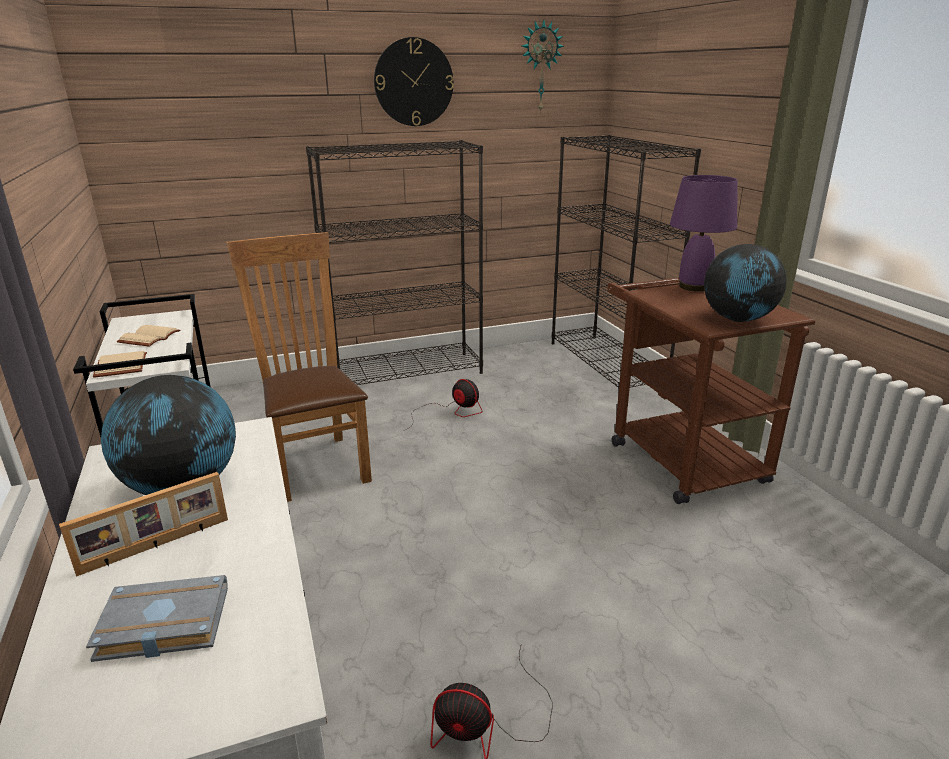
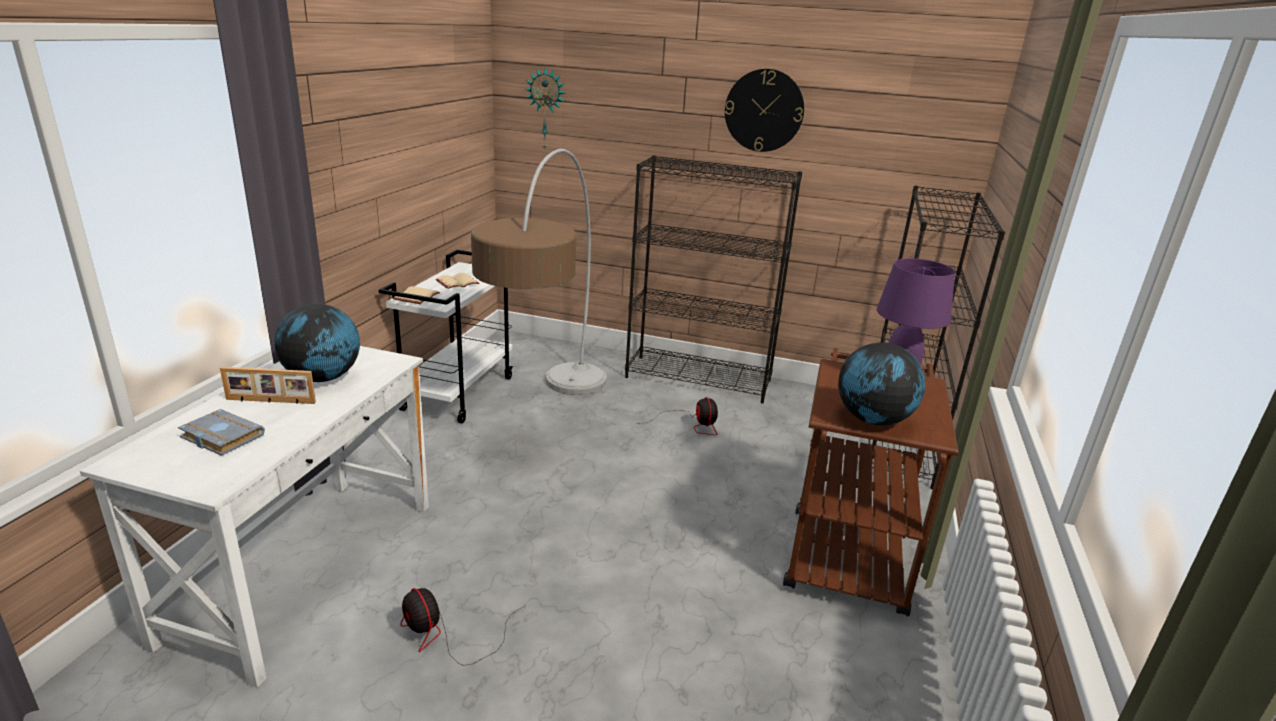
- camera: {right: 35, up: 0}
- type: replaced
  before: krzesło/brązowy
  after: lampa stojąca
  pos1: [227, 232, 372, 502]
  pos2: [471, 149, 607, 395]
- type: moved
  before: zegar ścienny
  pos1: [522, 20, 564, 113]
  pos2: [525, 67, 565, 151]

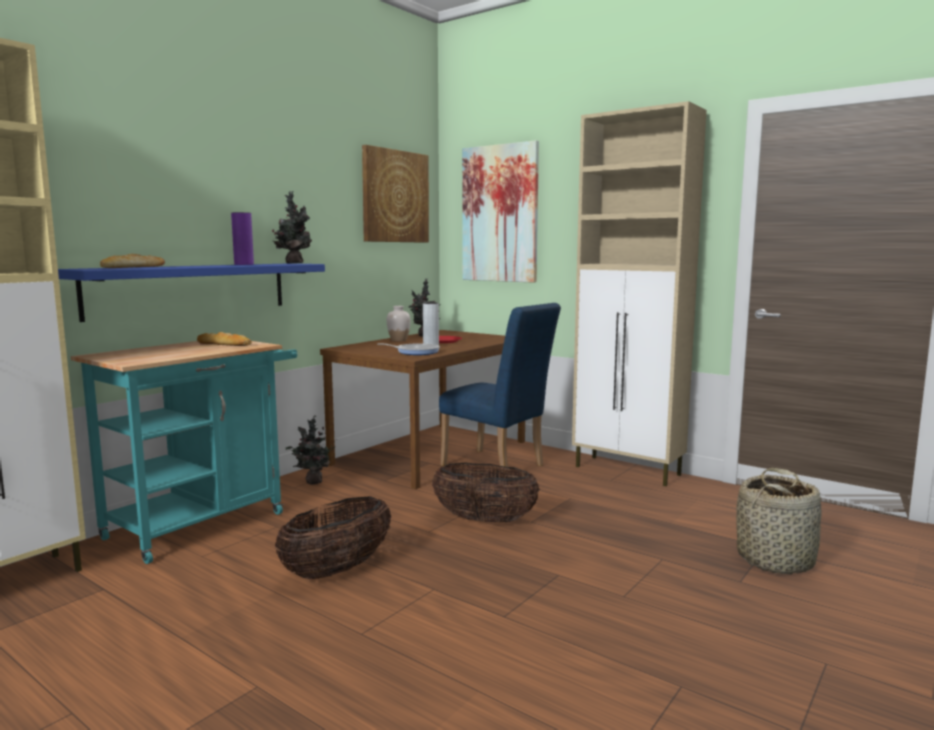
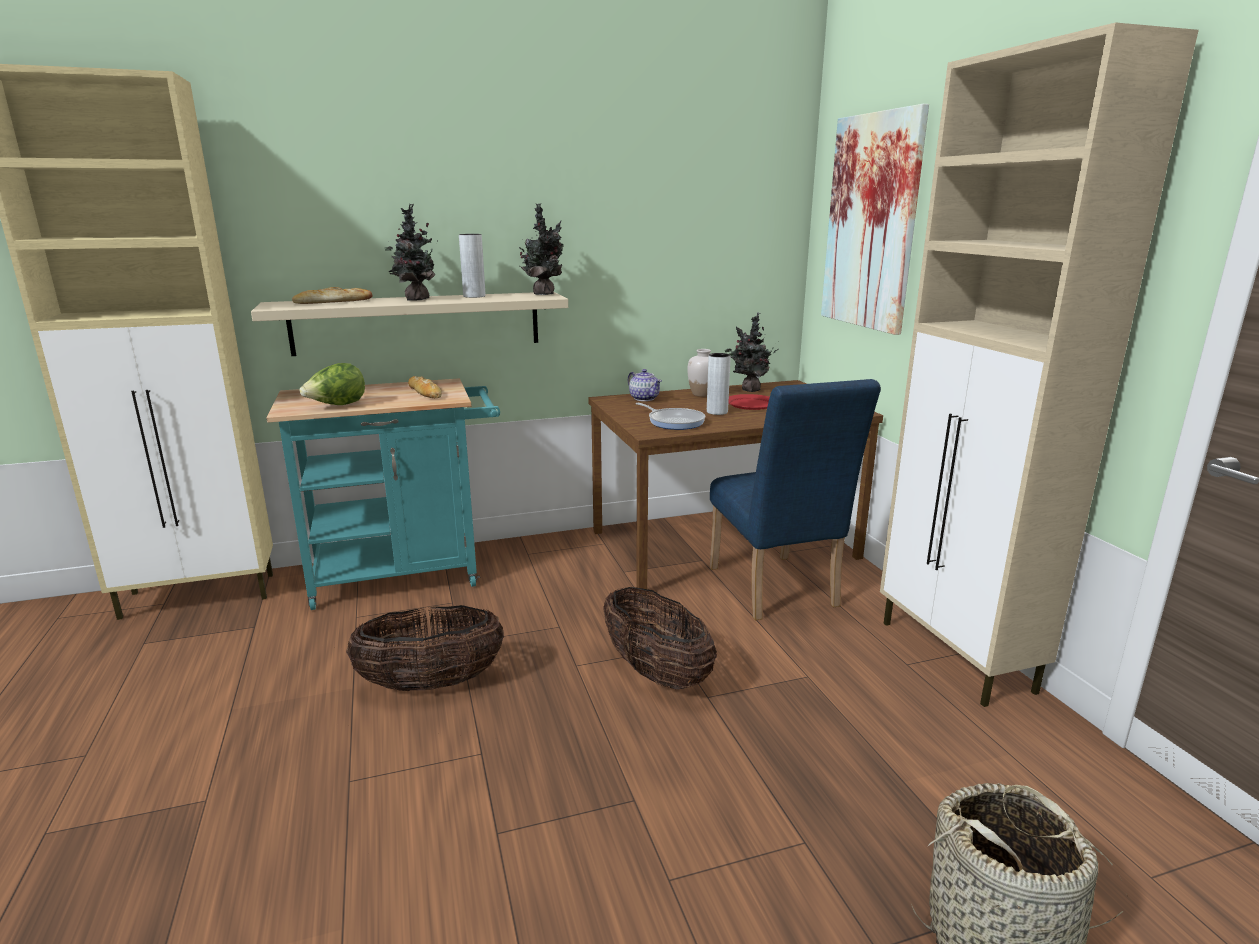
- camera: {right: 35, up: 10}
- type: recoloured
  before: półka/niebieski
  after: półka/beżowy
  pos1: [58, 263, 325, 322]
  pos2: [251, 292, 568, 356]
- type: recoloured
  before: wazon/fioletowy
  after: wazon/szary
  pos1: [231, 212, 254, 265]
  pos2: [459, 234, 485, 298]
- type: moved
  before: roślina doniczkowa
  pos1: [286, 415, 337, 484]
  pos2: [385, 204, 437, 301]
- type: removed
  before: obraz
  pos1: [362, 145, 429, 243]
- type: added
  after: sałata
  pos2: [300, 363, 365, 405]
- type: added
  after: imbryk
  pos2: [628, 369, 662, 401]

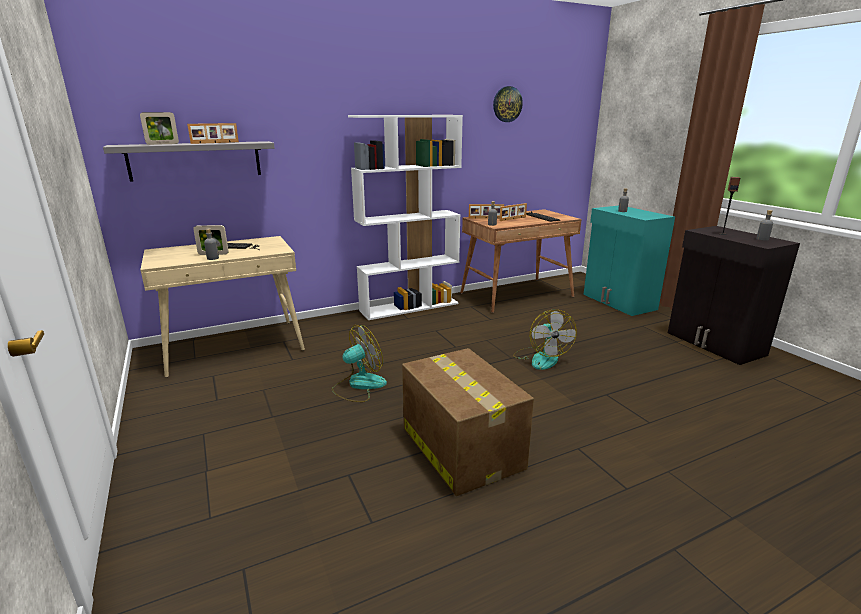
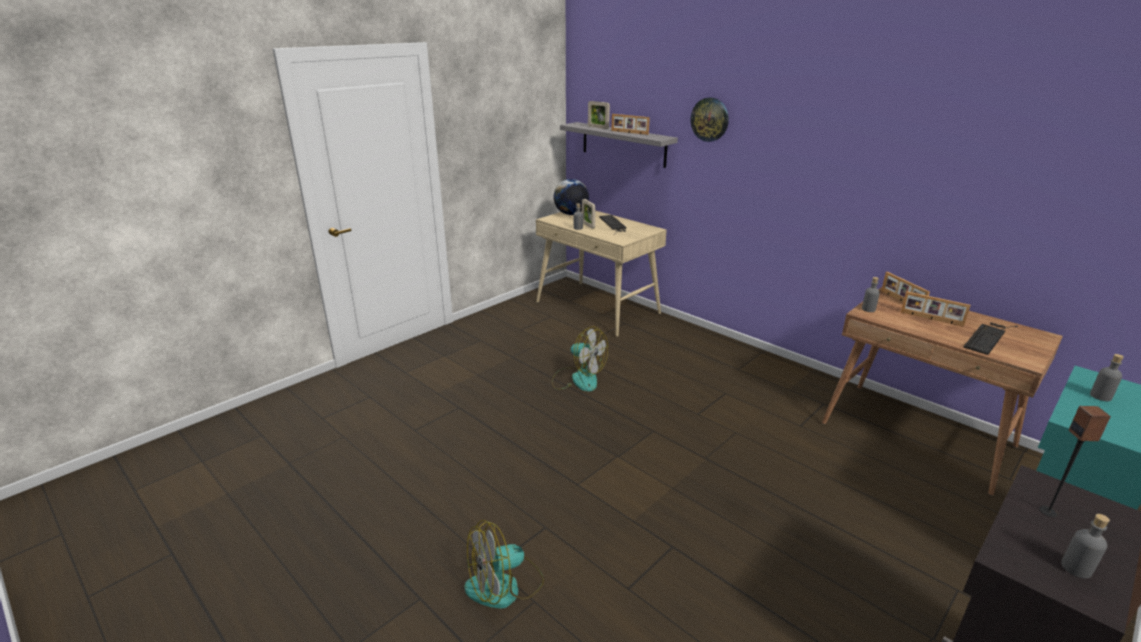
- camera: {right: 70, up: 5}
- type: removed
  before: regał/biały
  pos1: [348, 115, 463, 320]
- type: removed
  before: karton
  pos1: [402, 348, 534, 496]
- type: moved
  before: zegar ścienny
  pos1: [493, 86, 523, 122]
  pos2: [691, 97, 729, 142]
- type: moved
  before: wentylator
  pos1: [513, 310, 577, 370]
  pos2: [464, 520, 544, 609]
- type: added
  after: globus
  pos2: [554, 179, 589, 215]

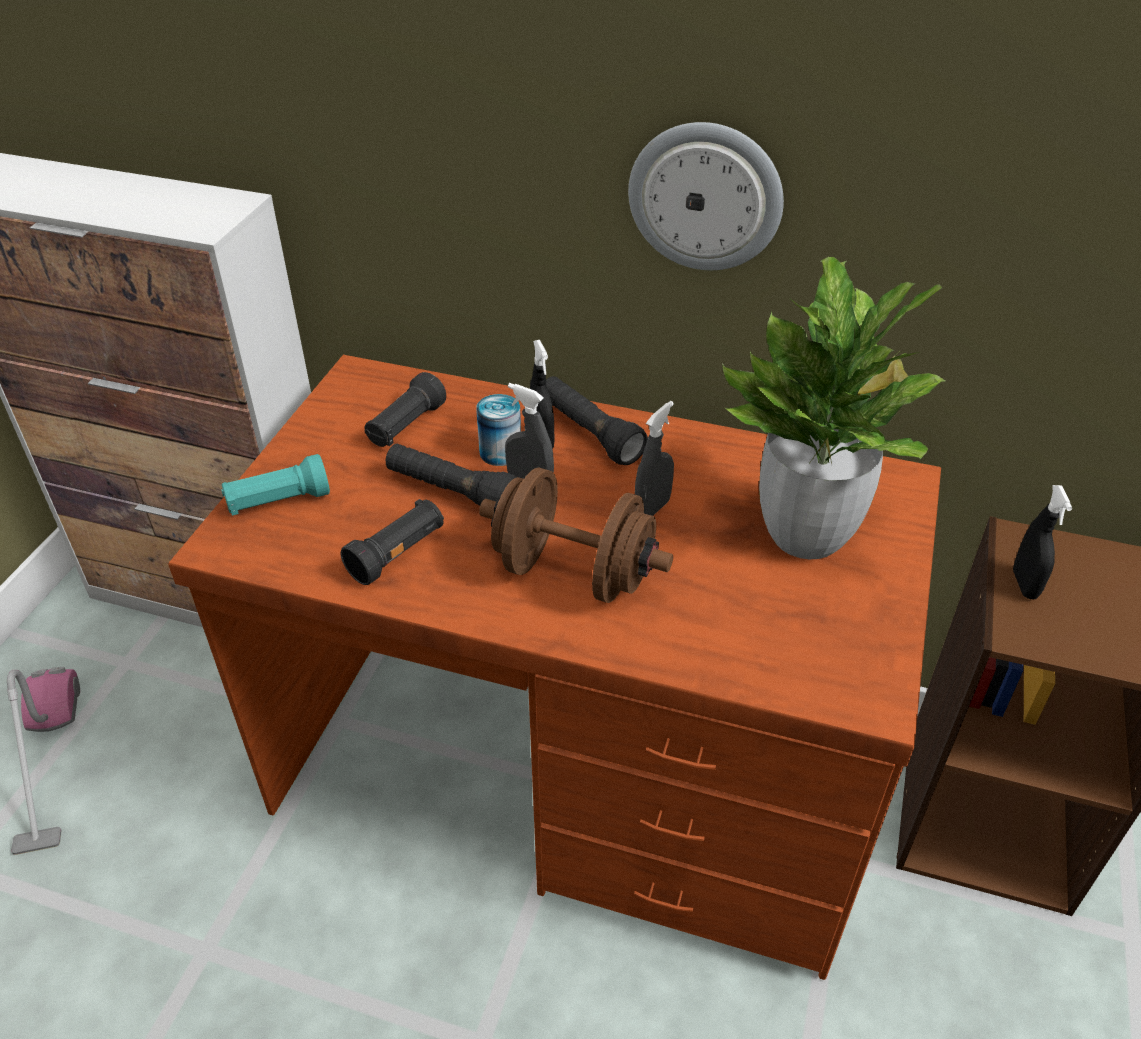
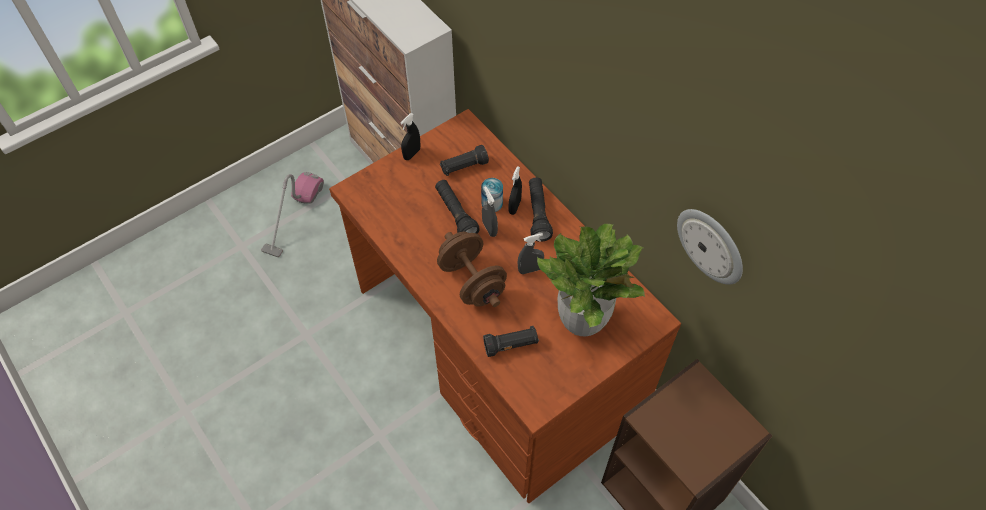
- camera: {right: 35, up: 15}
- type: removed
  before: latarka/turkusowy
  pos1: [221, 454, 330, 516]
- type: moved
  before: latarka/czarny
  pos1: [340, 499, 444, 585]
  pos2: [483, 326, 539, 357]
- type: moved
  before: zegar ścienny
  pos1: [628, 122, 784, 270]
  pos2: [677, 209, 743, 285]
- type: moved
  before: spryskiwacz/czarny
  pos1: [1013, 485, 1072, 600]
  pos2: [401, 113, 421, 160]

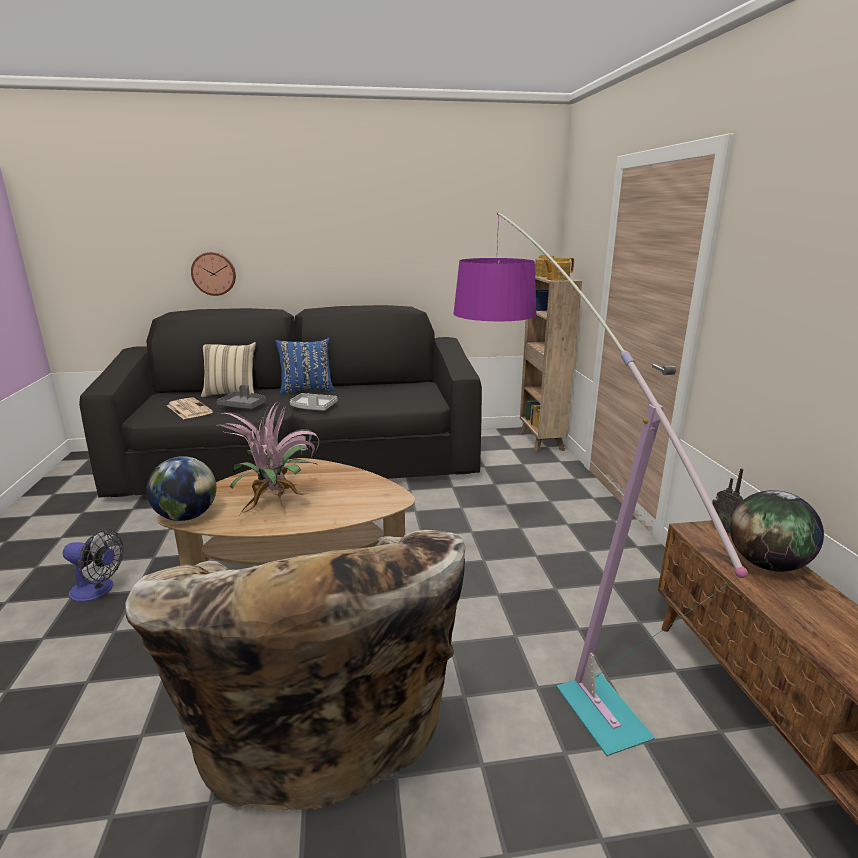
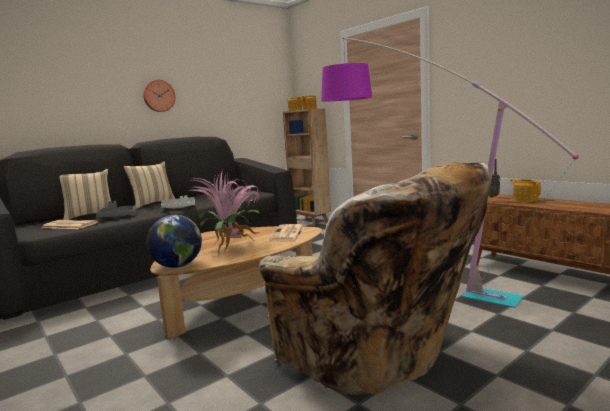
- camera: {right: -30, up: -10}
- type: removed
  before: wentylator
  pos1: [63, 529, 124, 602]
- type: moved
  before: zegar ścienny
  pos1: [191, 252, 236, 296]
  pos2: [143, 80, 175, 112]
- type: recoloured
  before: poduszka/niebieski
  after: poduszka/beżowy
  pos1: [275, 338, 335, 395]
  pos2: [123, 161, 176, 209]
- type: replaced
  before: globus
  after: imbryk
  pos1: [730, 490, 824, 572]
  pos2: [511, 179, 541, 202]
- type: added
  after: gazeta
  pos2: [269, 224, 304, 241]

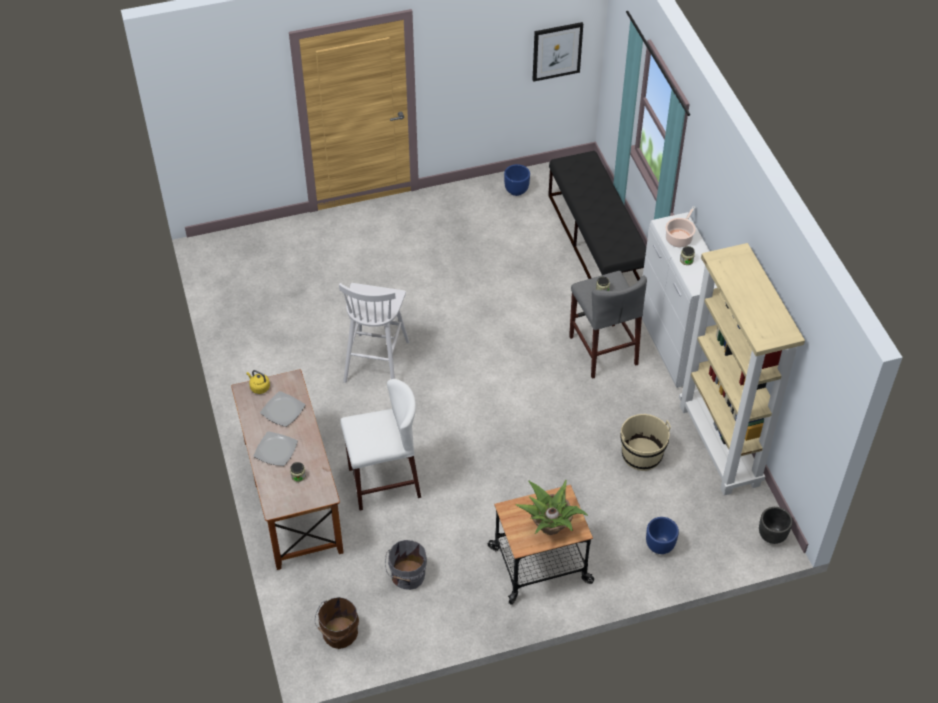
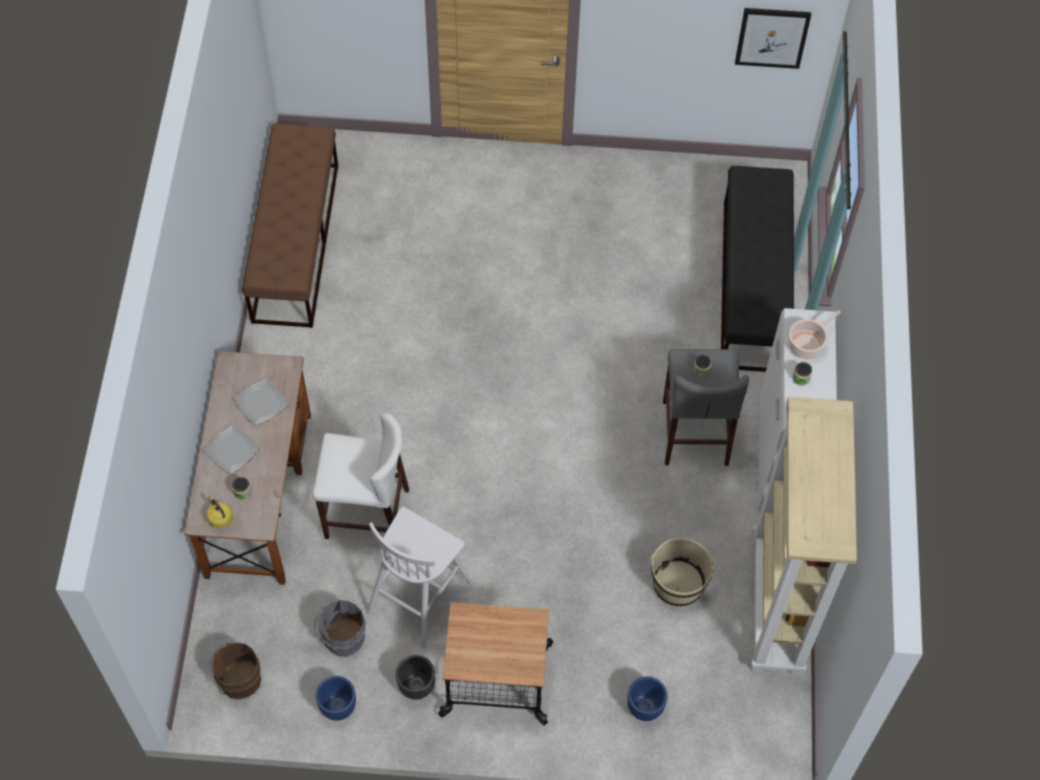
- camera: {right: 20, up: 10}
- type: moved
  before: czajnik/żółty
  pos1: [247, 370, 270, 394]
  pos2: [206, 496, 233, 528]
- type: moved
  before: stołek/biały
  pos1: [339, 283, 409, 383]
  pos2: [367, 507, 471, 648]
- type: moved
  before: donica/niebieski
  pos1: [504, 164, 530, 196]
  pos2: [316, 676, 356, 721]
- type: removed
  before: roślina doniczkowa
  pos1: [516, 480, 588, 535]
- type: moved
  before: donica/czarny
  pos1: [759, 507, 793, 544]
  pos2: [396, 655, 435, 700]
- type: added
  after: ławka/brązowy
  pos2: [242, 124, 338, 328]

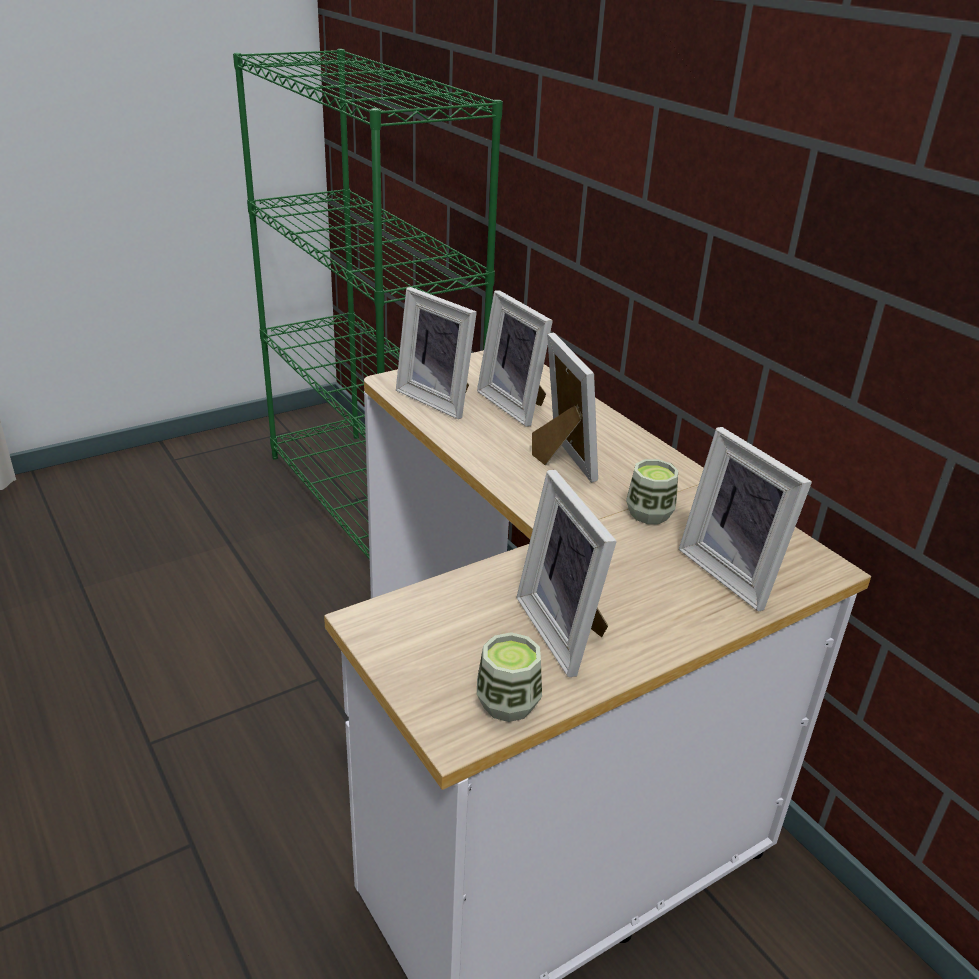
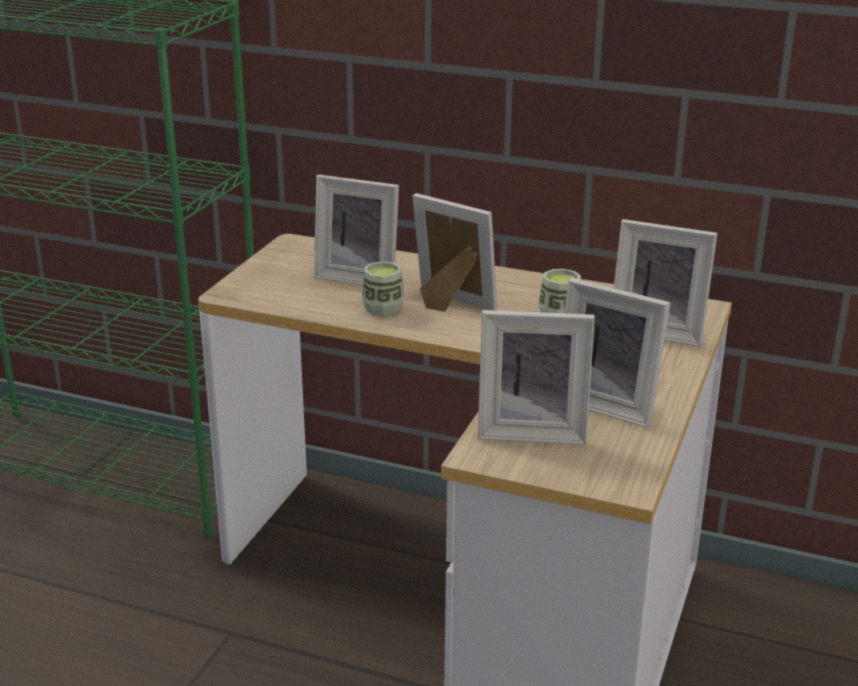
- camera: {right: -35, up: -5}
- type: moved
  before: ramka na zdjęcie
  pos1: [396, 287, 477, 419]
  pos2: [478, 310, 595, 445]
- type: moved
  before: filiżanka
  pos1: [477, 632, 542, 722]
  pos2: [362, 261, 404, 316]

